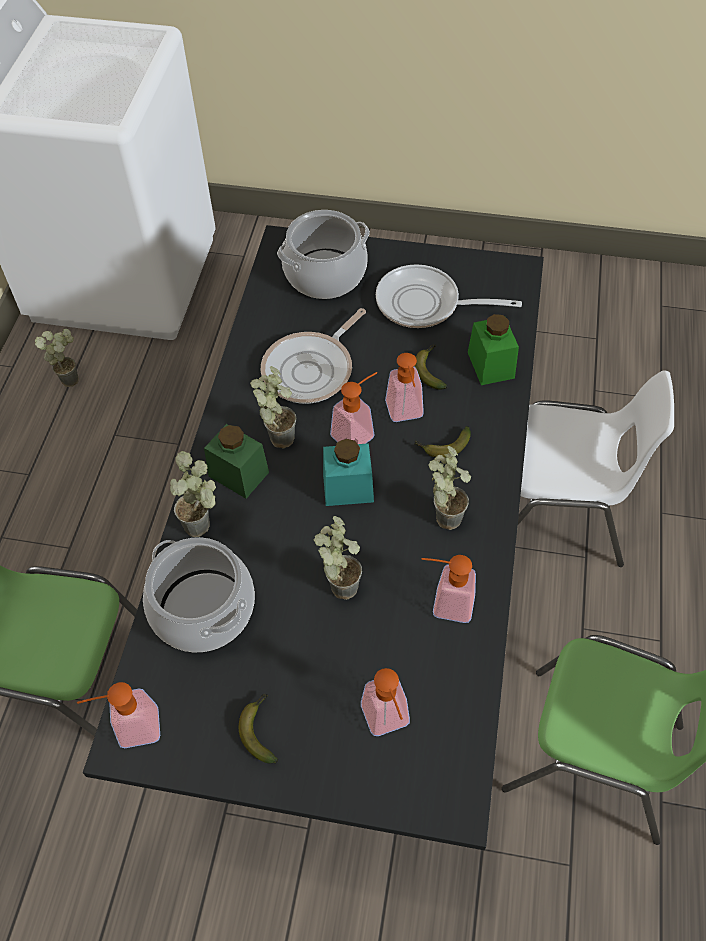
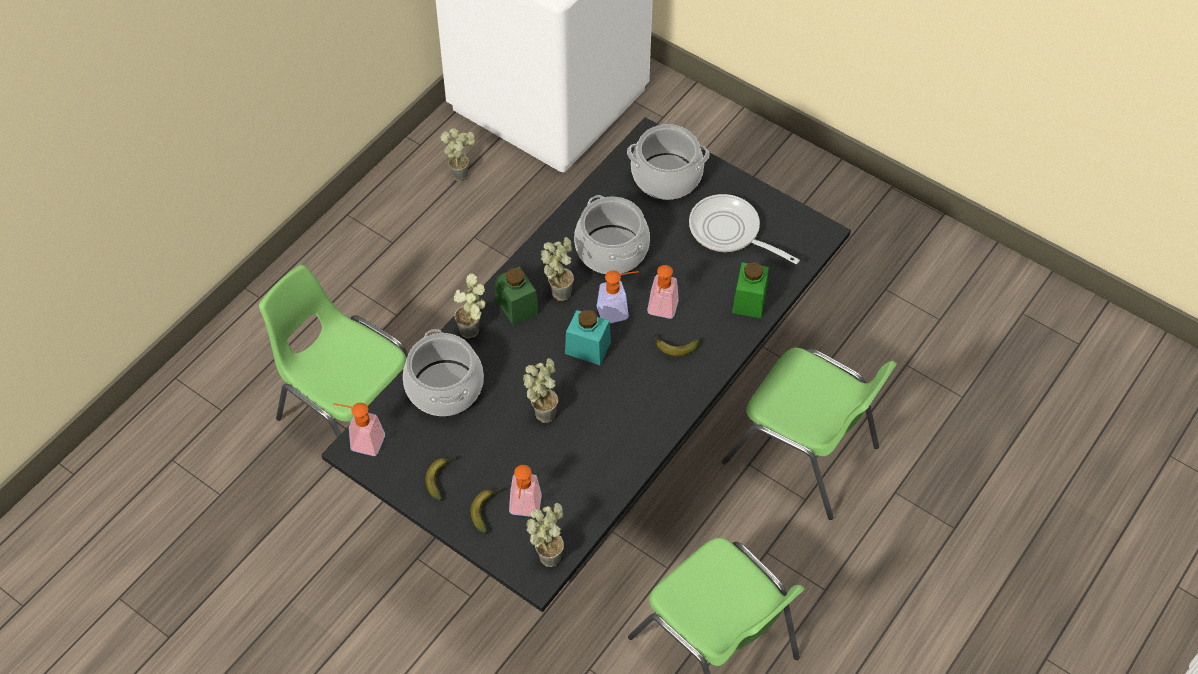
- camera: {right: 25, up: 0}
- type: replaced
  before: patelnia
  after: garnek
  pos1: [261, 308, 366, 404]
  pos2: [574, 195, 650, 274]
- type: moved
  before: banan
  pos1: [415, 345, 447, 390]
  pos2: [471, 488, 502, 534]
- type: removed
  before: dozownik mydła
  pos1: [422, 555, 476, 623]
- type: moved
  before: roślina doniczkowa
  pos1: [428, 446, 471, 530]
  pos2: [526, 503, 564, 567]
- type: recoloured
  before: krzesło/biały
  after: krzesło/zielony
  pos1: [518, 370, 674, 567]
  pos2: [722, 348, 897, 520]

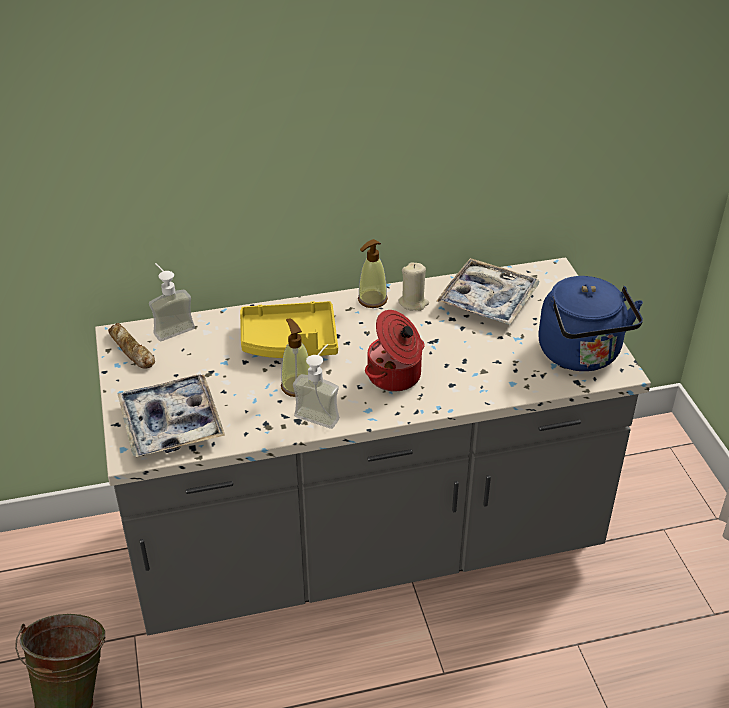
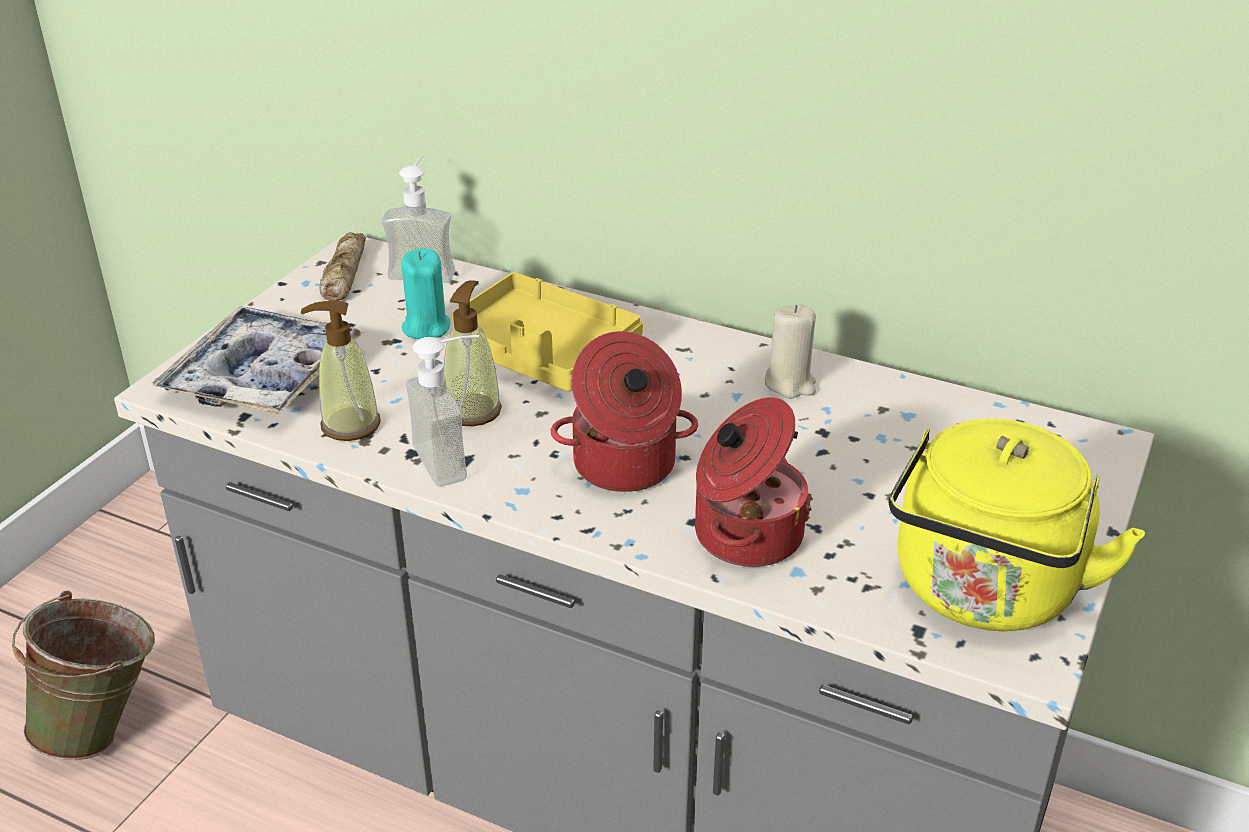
- camera: {right: 40, up: -5}
- type: moved
  before: dozownik mydła
  pos1: [358, 239, 388, 308]
  pos2: [301, 301, 381, 441]
- type: removed
  before: taca
  pos1: [436, 258, 540, 325]
- type: recoloured
  before: czajnik/niebieski
  after: czajnik/żółty
  pos1: [538, 276, 643, 371]
  pos2: [889, 419, 1145, 631]
- type: added
  after: świeca/turkusowy
  pos2: [401, 248, 451, 339]
- type: added
  after: garnek
  pos2: [695, 397, 813, 567]

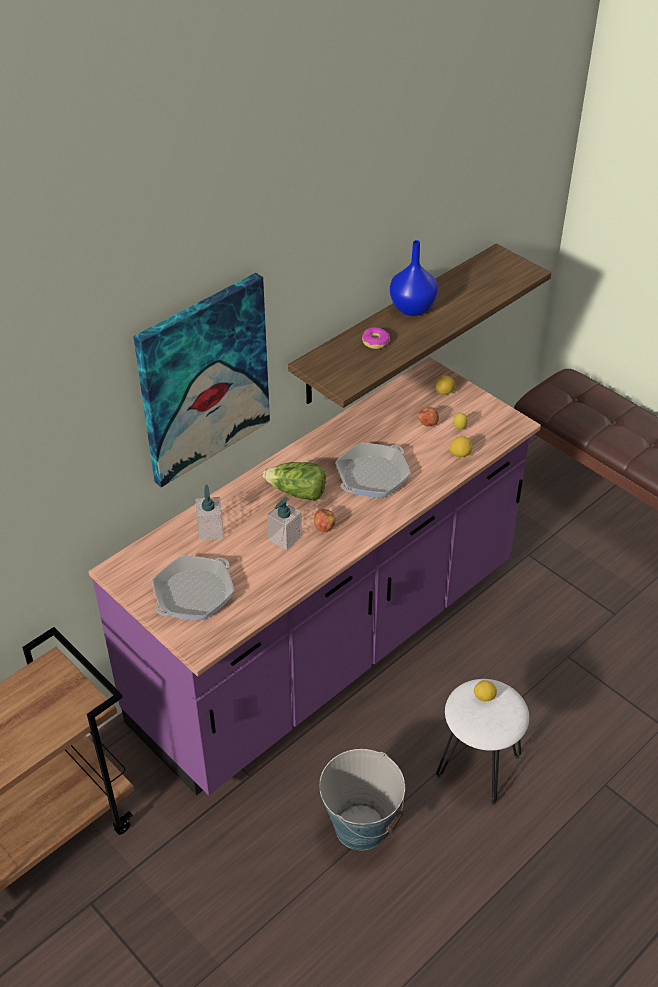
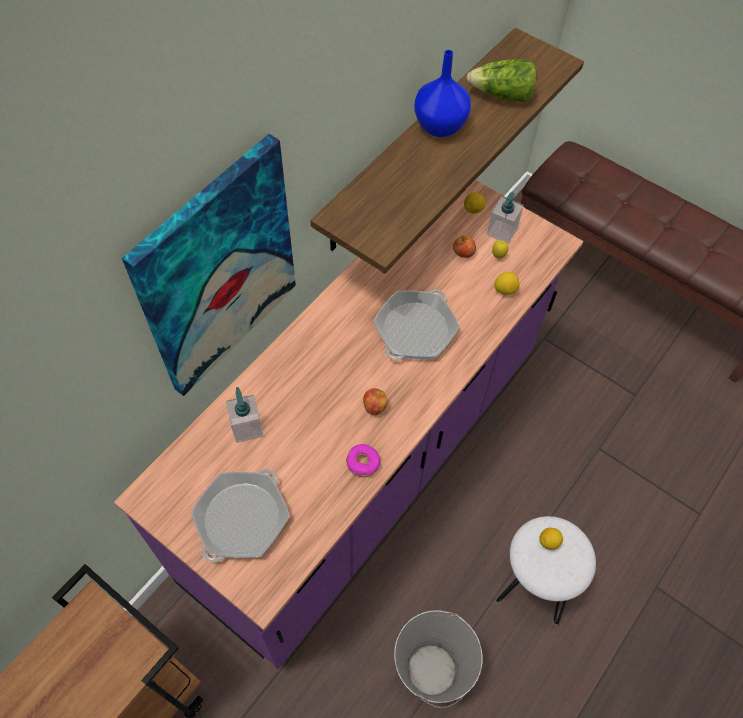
- camera: {right: -10, up: 15}
- type: moved
  before: sałata
  pos1: [263, 462, 326, 501]
  pos2: [466, 59, 536, 102]
- type: moved
  before: dozownik mydła
  pos1: [267, 497, 302, 550]
  pos2: [487, 192, 524, 244]
- type: moved
  before: donut
  pos1: [362, 327, 390, 349]
  pos2: [346, 444, 381, 477]

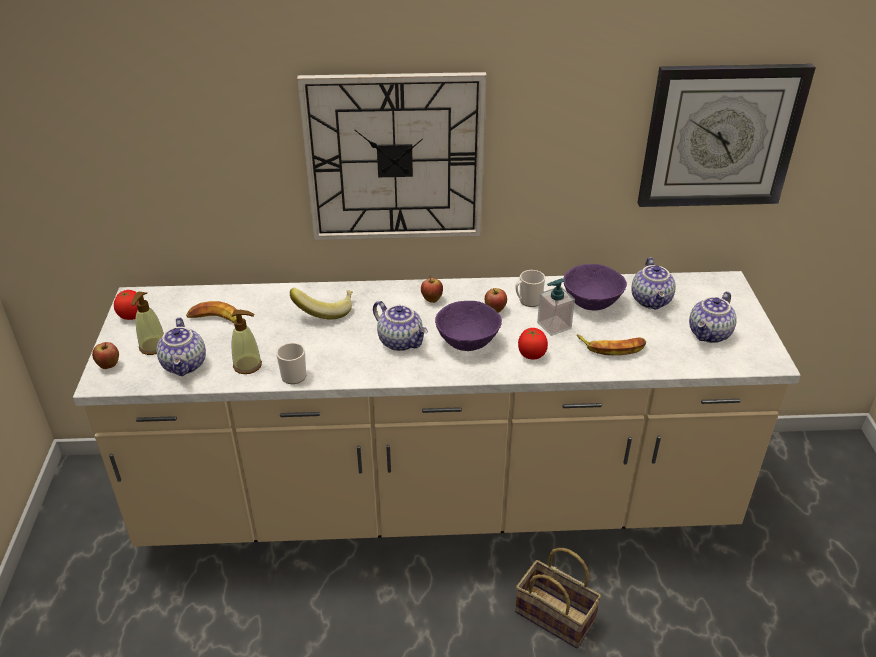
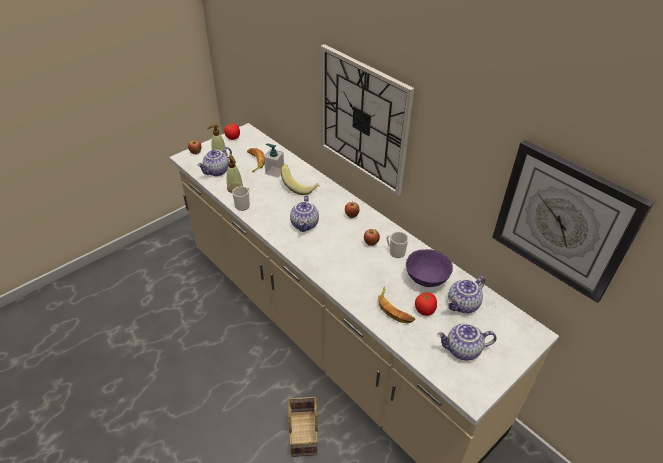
- camera: {right: 50, up: 5}
- type: removed
  before: miska/fioletowy
  pos1: [435, 301, 502, 351]
- type: moved
  before: pomidor
  pos1: [518, 328, 548, 360]
  pos2: [415, 292, 437, 316]
- type: moved
  before: dozownik mydła
  pos1: [537, 278, 575, 336]
  pos2: [264, 143, 284, 178]

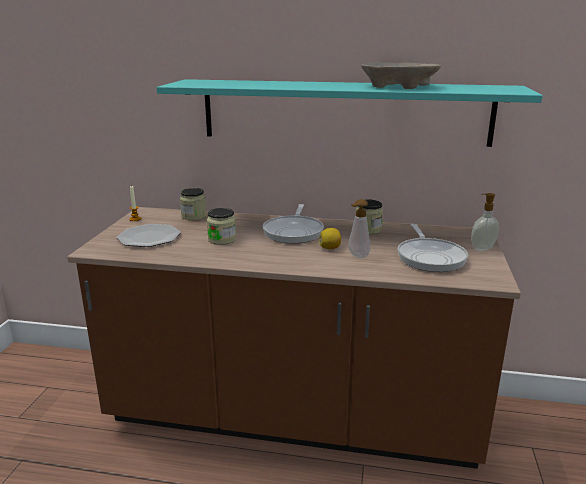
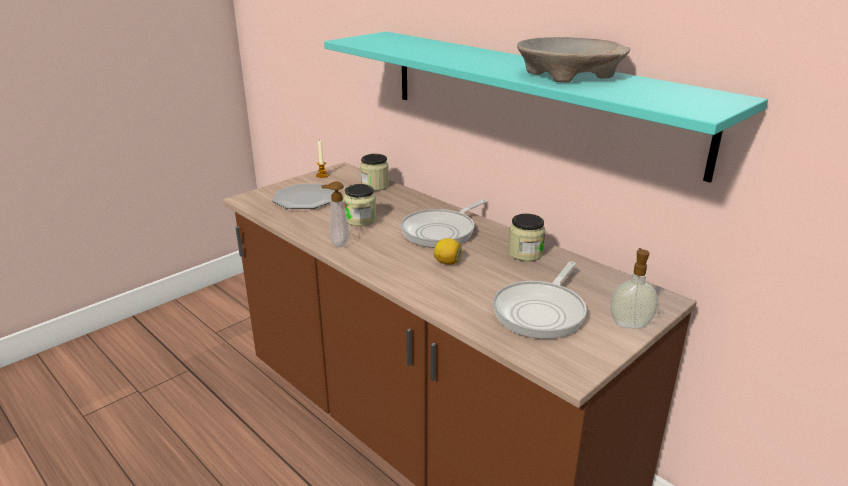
- camera: {right: 35, up: 5}
- type: moved
  before: dozownik mydła
  pos1: [348, 199, 370, 258]
  pos2: [321, 181, 349, 247]

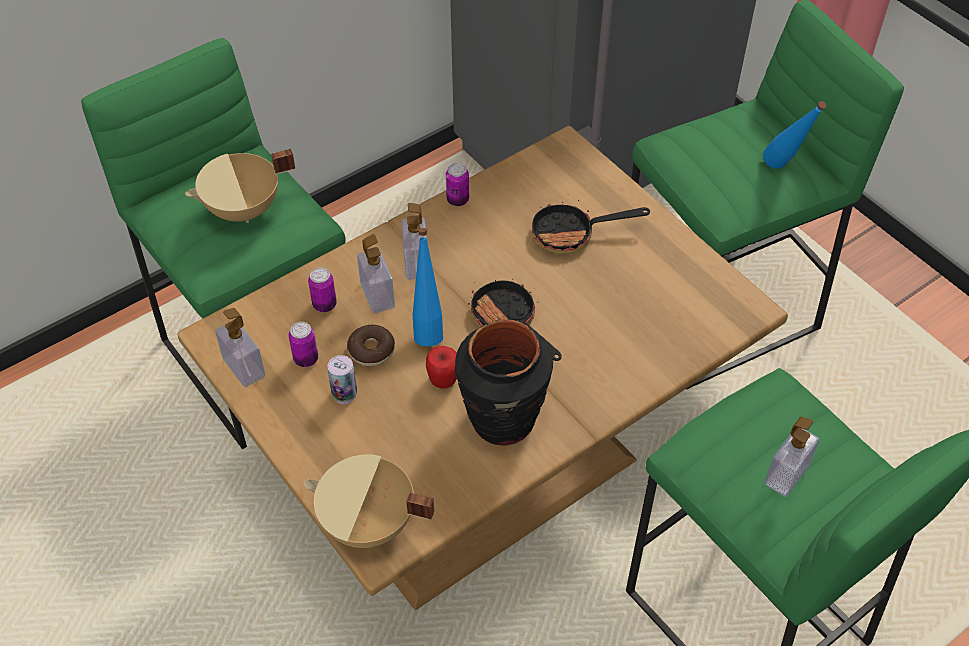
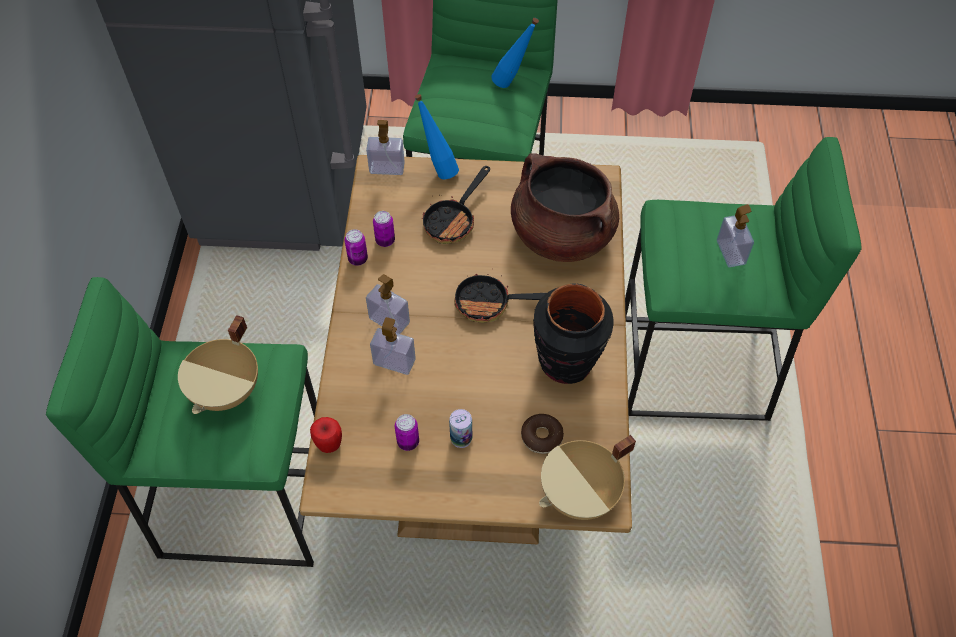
- camera: {right: -50, up: 5}
- type: moved
  before: dozownik mydła
  pos1: [215, 308, 265, 387]
  pos2: [366, 120, 405, 175]
- type: moved
  before: puszka
  pos1: [308, 267, 337, 312]
  pos2: [373, 211, 395, 247]
- type: moved
  before: donut
  pos1: [347, 325, 395, 366]
  pos2: [521, 414, 564, 454]
- type: moved
  before: butelka/niebieski
  pos1: [413, 228, 443, 346]
  pos2: [415, 94, 459, 179]
- type: moved
  before: jabłko
  pos1: [426, 346, 457, 389]
  pos2: [310, 417, 342, 453]
- type: added
  after: garnek/brązowy
  pos2: [511, 153, 619, 262]

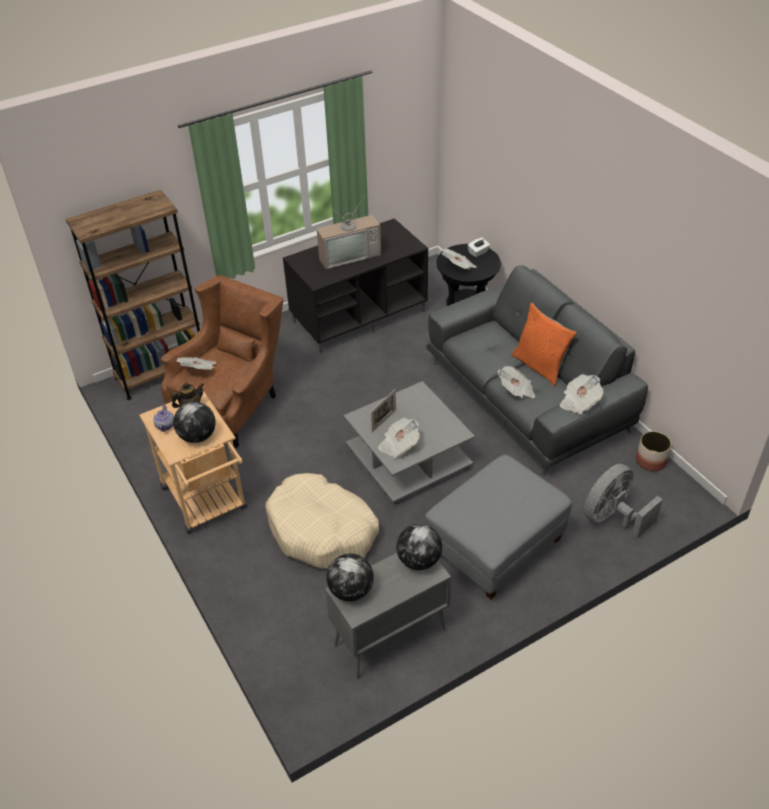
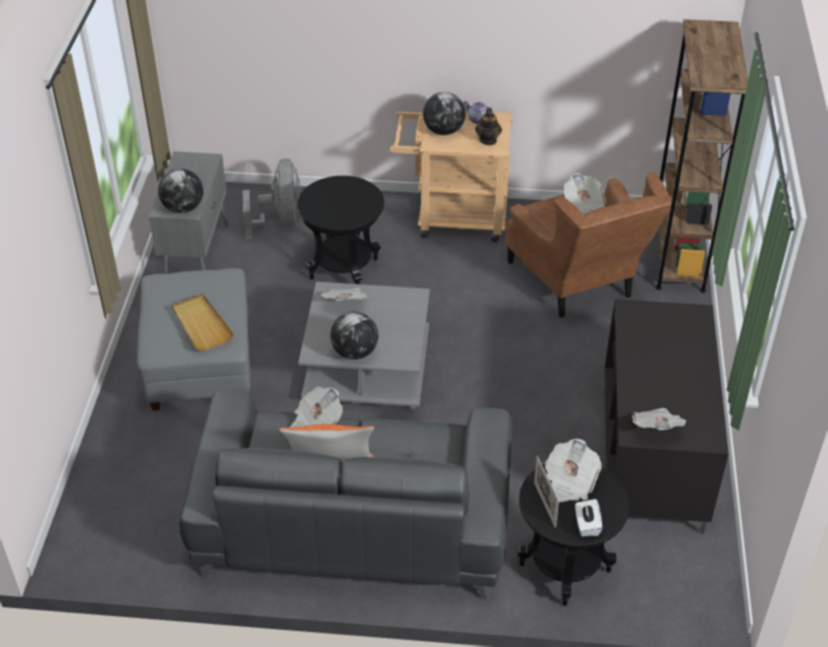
- camera: {right: 125, up: 0}
- type: replaced
  before: legowisko/beżowy
  after: stolik/czarny
  pos1: [266, 473, 379, 569]
  pos2: [297, 176, 384, 284]
- type: removed
  before: telewizor
  pos1: [317, 196, 381, 269]
- type: moved
  before: globus
  pos1: [326, 554, 374, 602]
  pos2: [330, 311, 379, 360]
- type: moved
  before: ramka na zdjęcie
  pos1: [371, 389, 396, 433]
  pos2: [534, 456, 559, 528]
- type: moved
  before: gazeta
  pos1: [560, 374, 603, 414]
  pos2: [632, 408, 687, 430]
- type: moved
  before: wentylator/szary
  pos1: [584, 464, 663, 539]
  pos2: [243, 159, 302, 239]
- type: removed
  before: donica
  pos1: [636, 431, 672, 471]
- type: added
  after: taca/beżowy
  pos2: [172, 294, 234, 351]

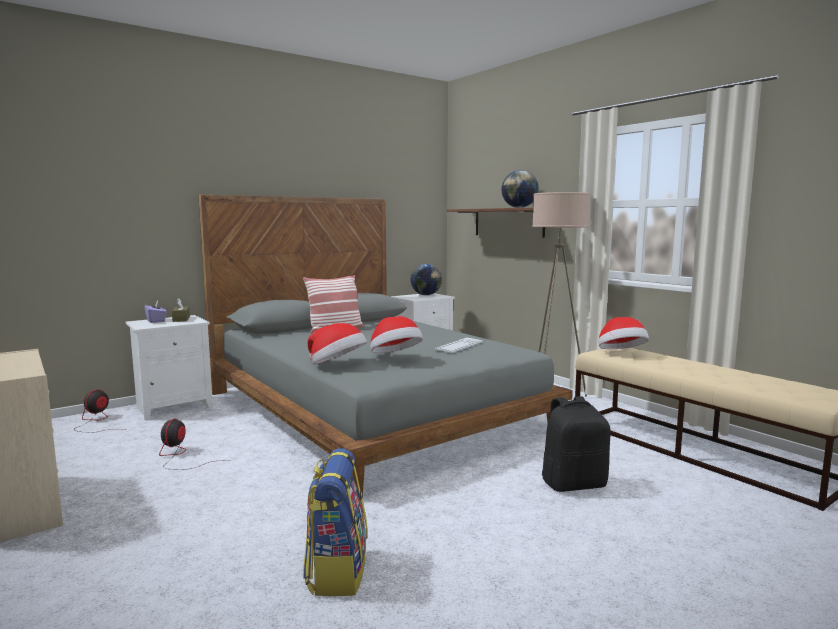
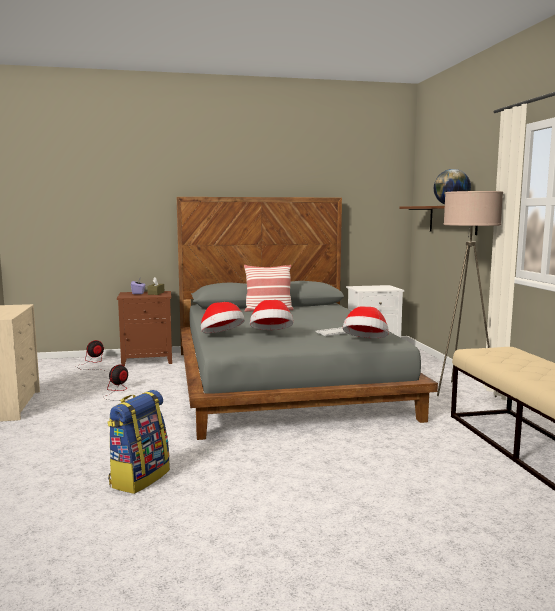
- camera: {right: 25, up: 0}
- type: recoloured
  before: szafka nocna/biały
  after: szafka nocna/brązowy
  pos1: [126, 315, 213, 420]
  pos2: [117, 291, 172, 366]
- type: removed
  before: globus
  pos1: [411, 264, 442, 295]
- type: removed
  before: plecak/czarny
  pos1: [542, 396, 611, 492]
- type: moved
  before: kapelusz
  pos1: [598, 317, 649, 349]
  pos2: [343, 306, 389, 338]

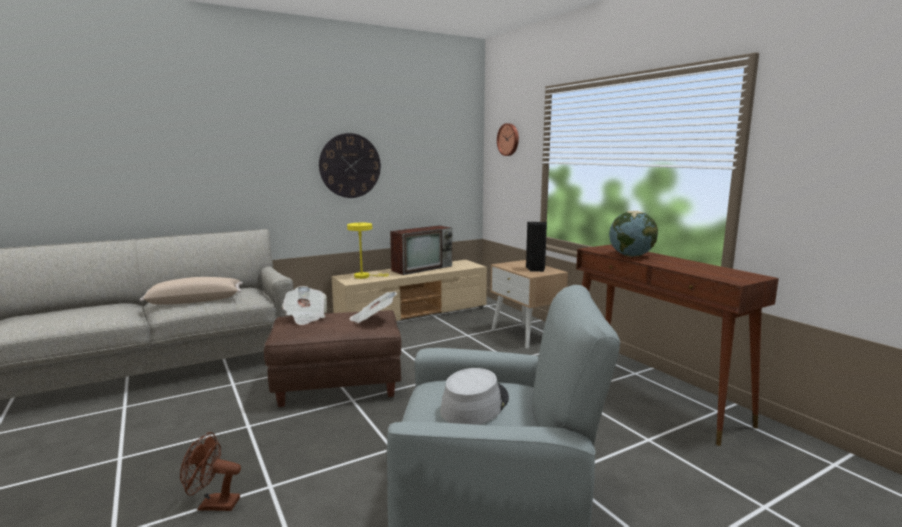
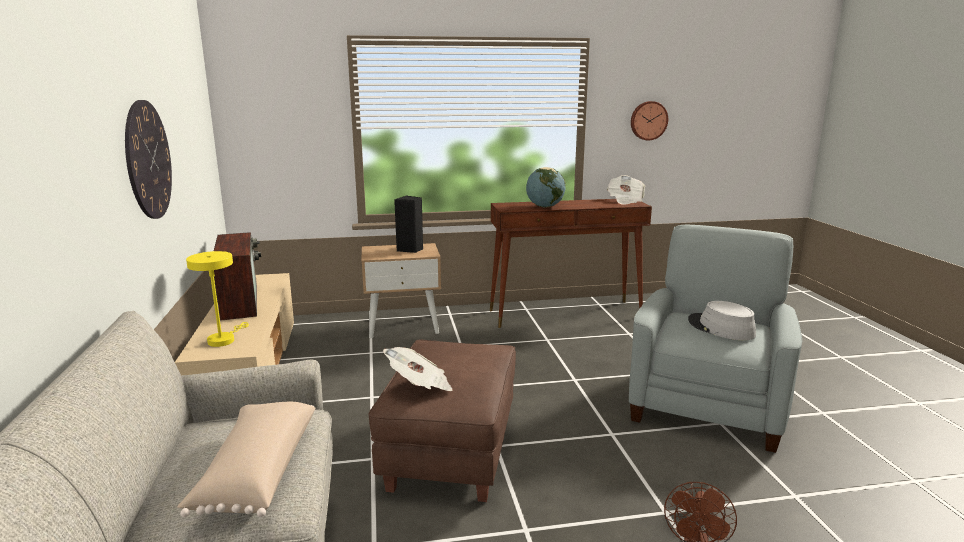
- camera: {right: -70, up: 5}
- type: moved
  before: gazeta
  pos1: [349, 291, 397, 324]
  pos2: [607, 175, 645, 205]
- type: moved
  before: zegar ścienny
  pos1: [497, 123, 519, 156]
  pos2: [631, 101, 668, 141]

